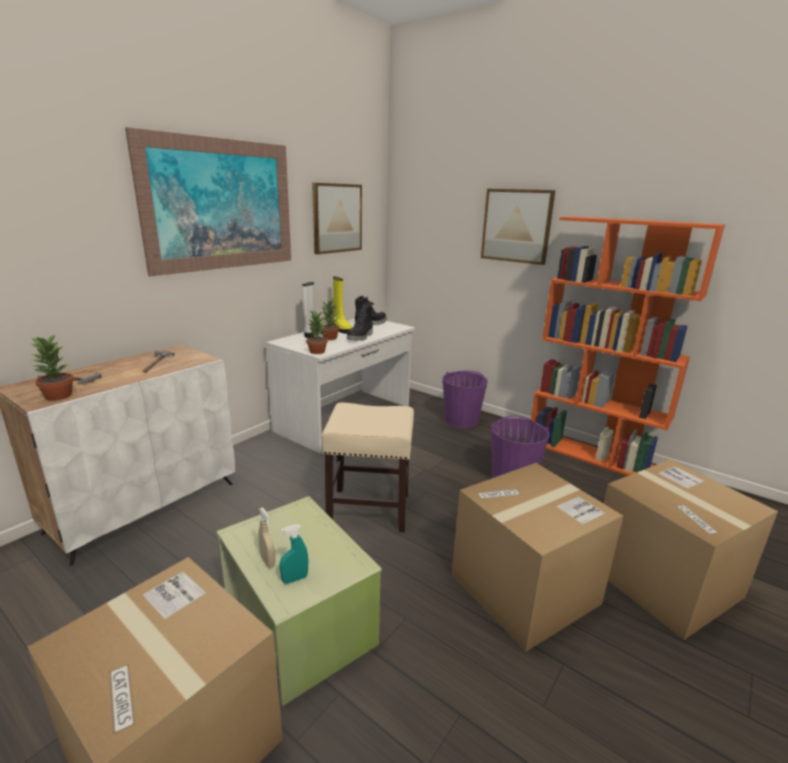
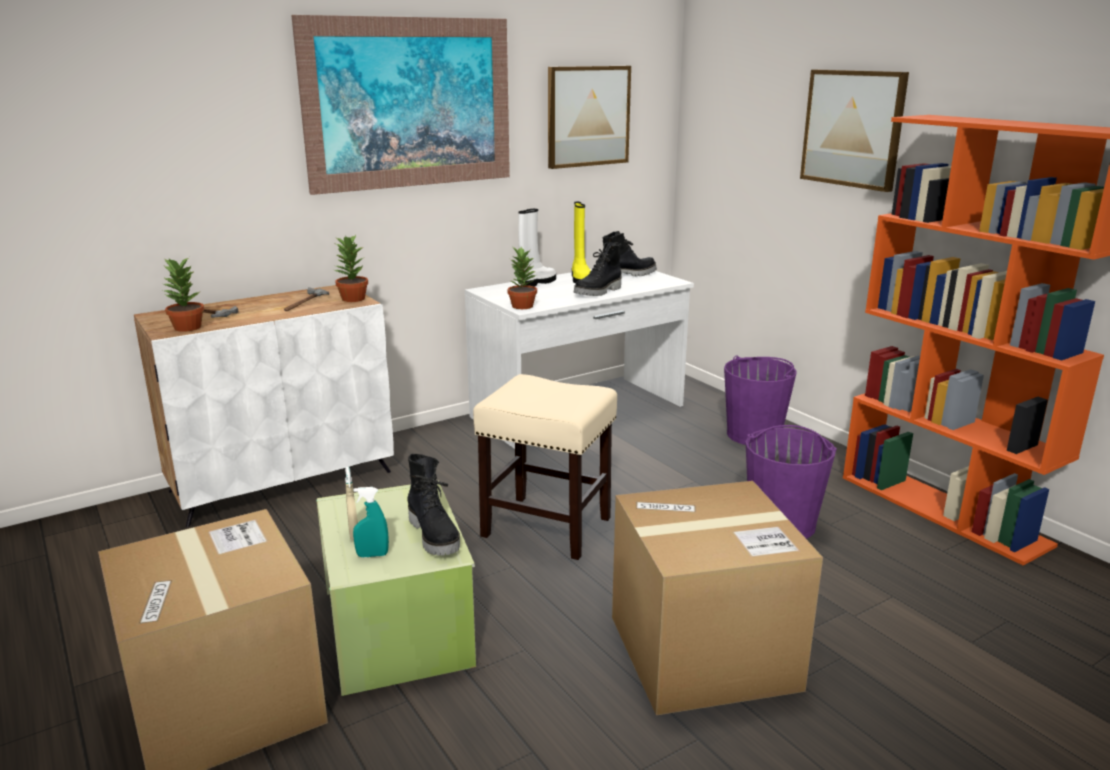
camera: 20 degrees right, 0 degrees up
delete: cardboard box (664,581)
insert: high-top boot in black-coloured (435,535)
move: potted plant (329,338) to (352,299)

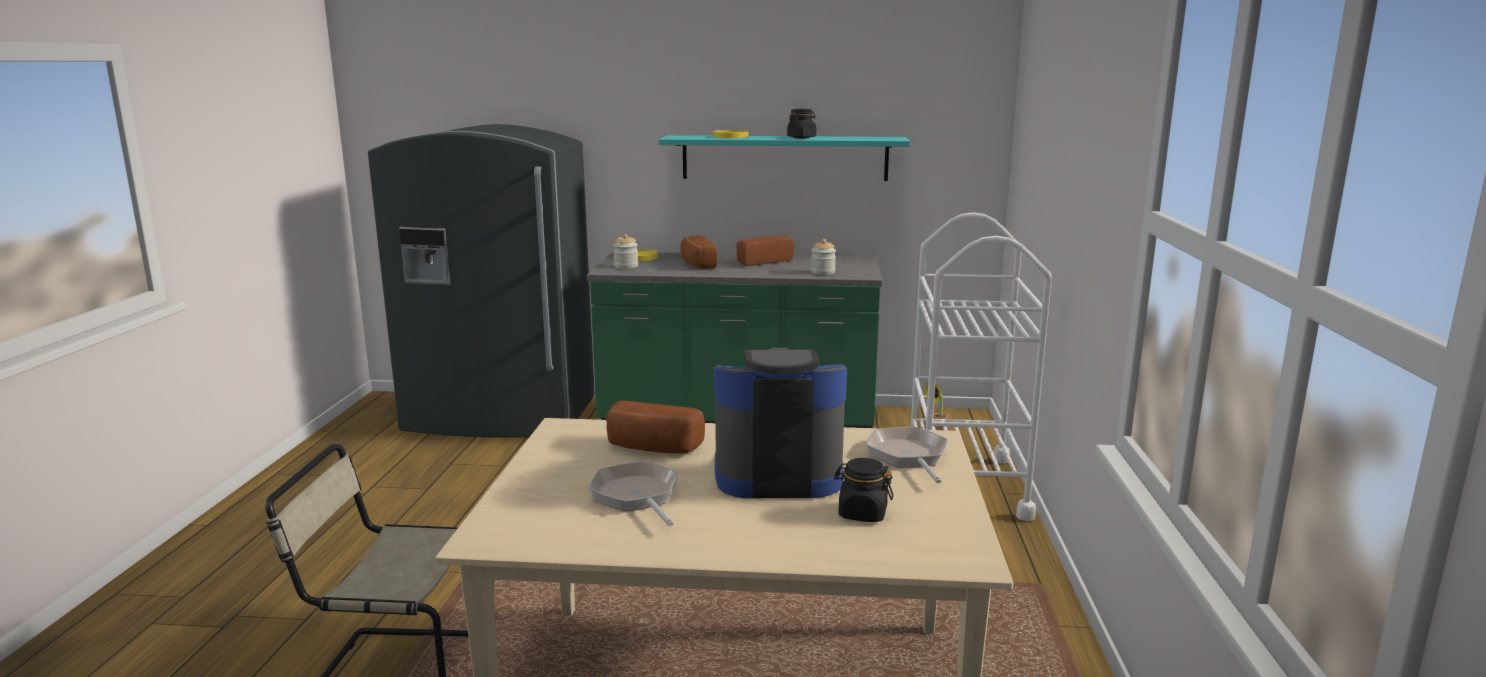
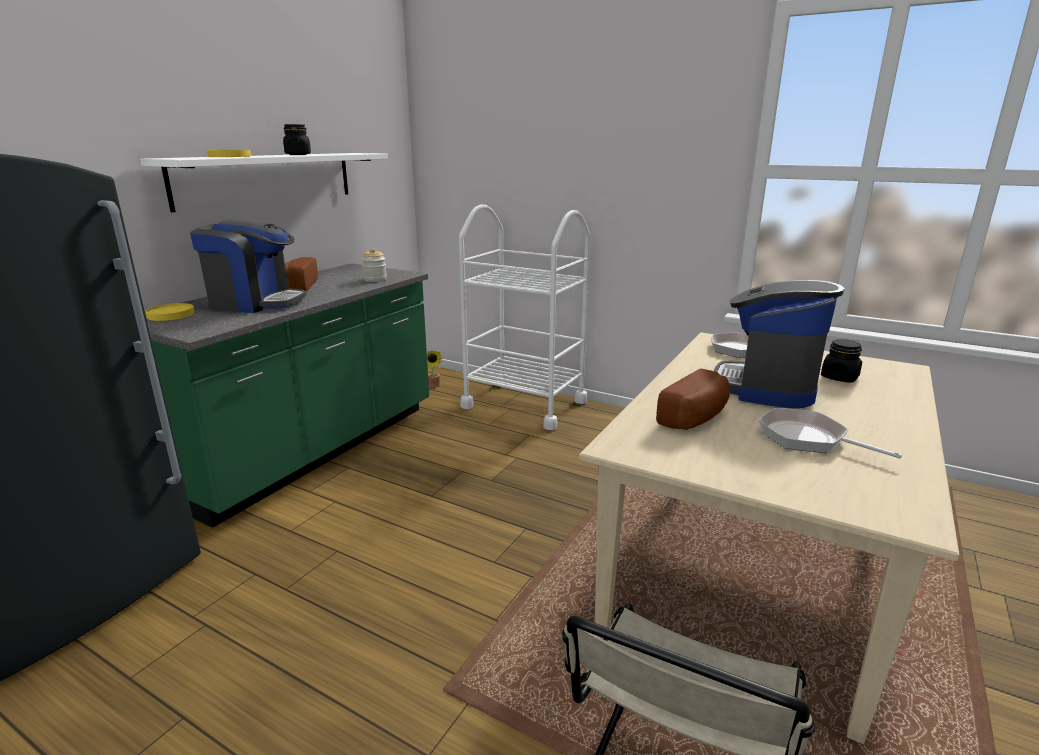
camera: 65 degrees left, 5 degrees up
delete: storage jar (626,266)
replace: bread (696,264) to coffee machine (255,303)
recolor: shelf in turquoise (784,158) to shelf in whitish (268,179)
rotate: frying pan (637,497) = (807,439) 45 degrees clockwise

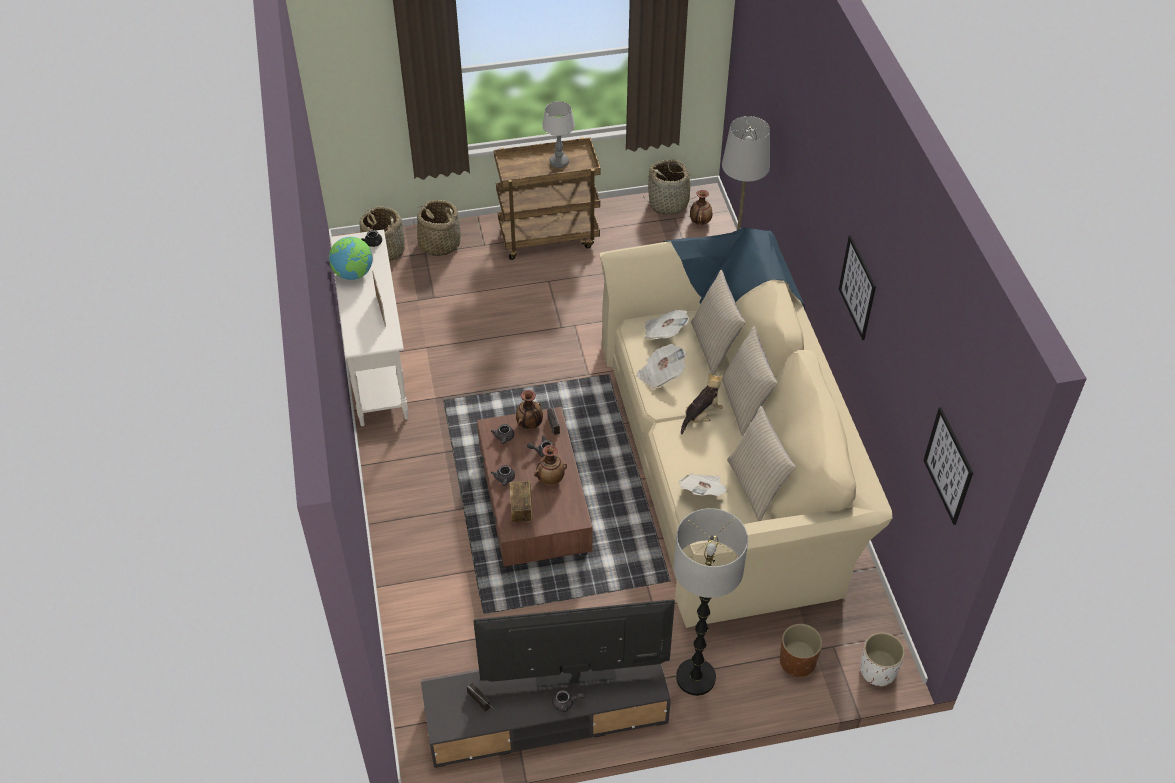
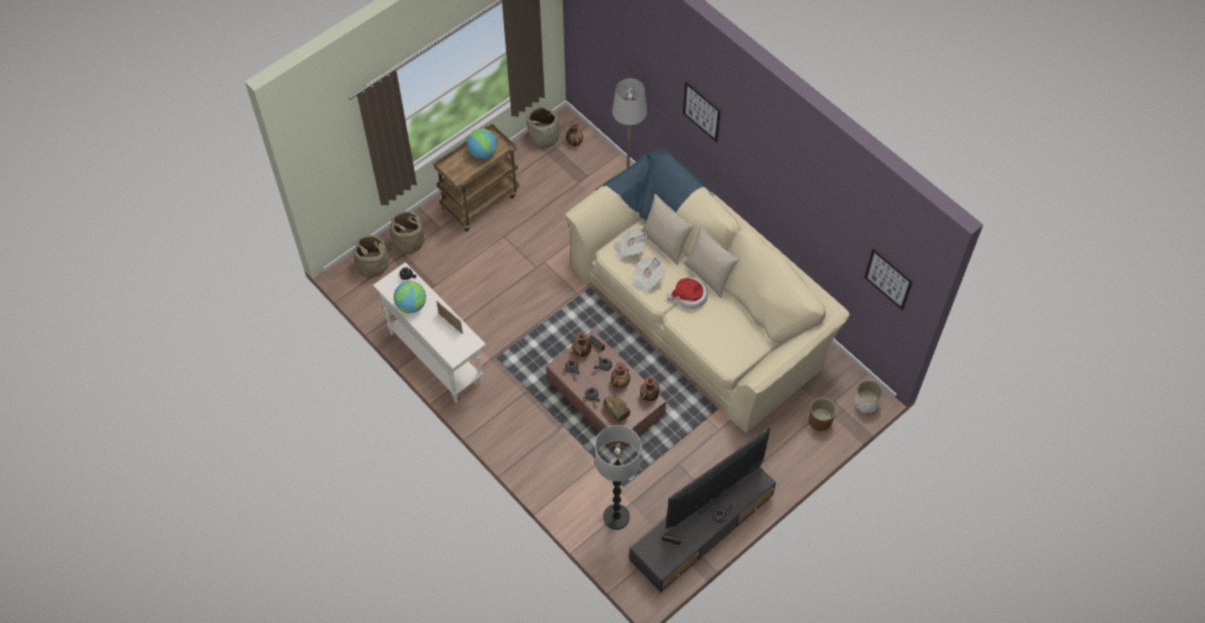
camera: 30 degrees left, 10 degrees up
delete: throw pillow in sand-coloured (756,487); daily paper (703,492)
insert: vase (649,396)
move: wall art (857,287) to (701,111); standing lamp (696,678) to (616,517)
replace: lamp for a table (559,162) to desk globe (483,152); plush toy (701,416) to wearable hat (689,296)

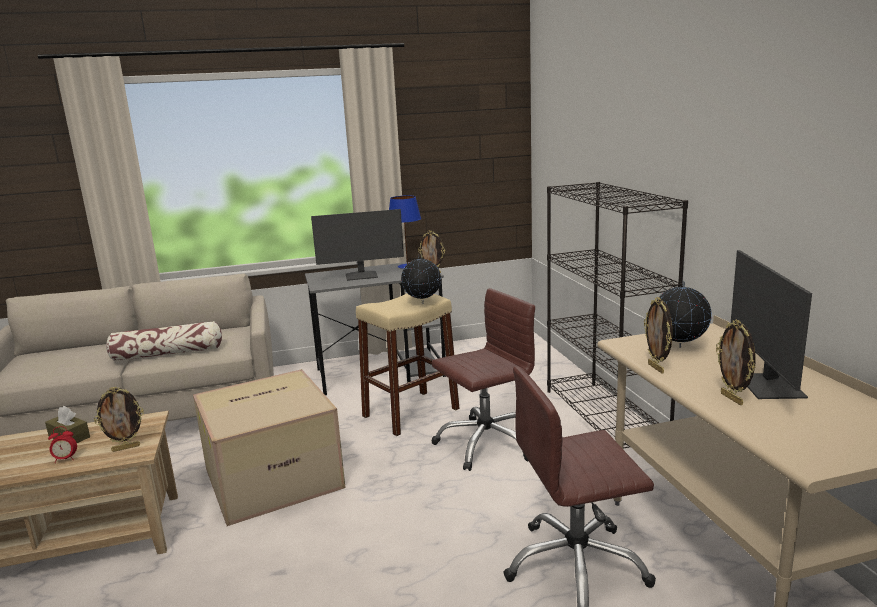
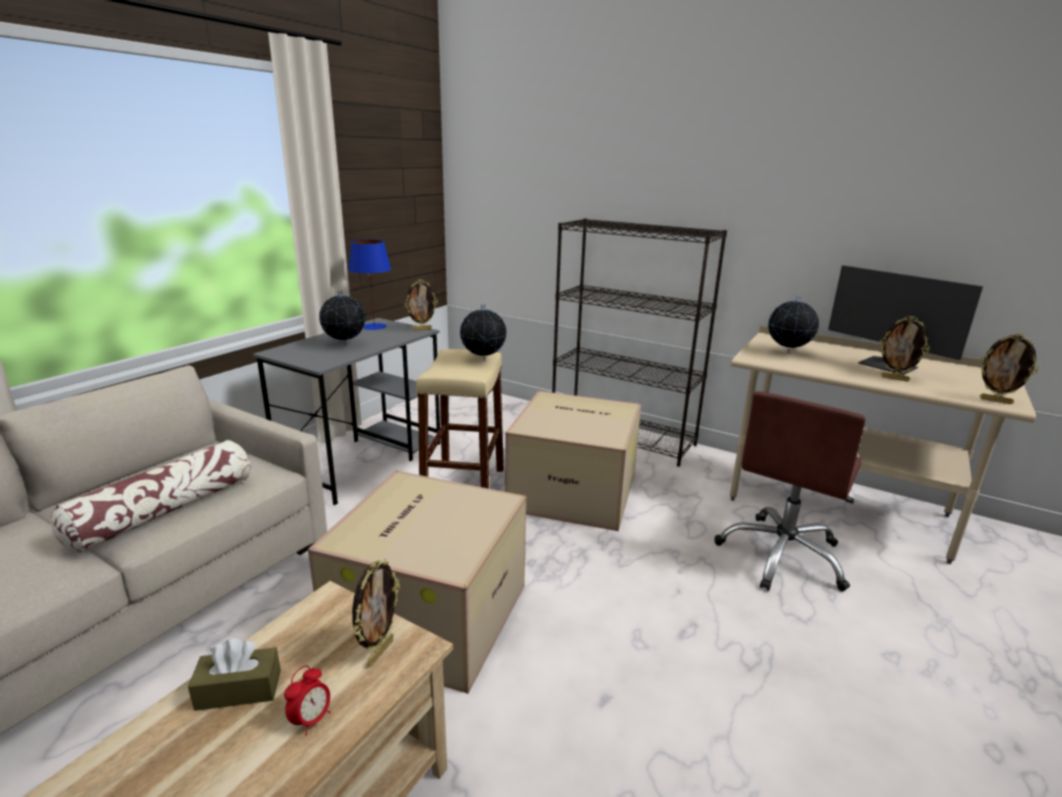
camera: 45 degrees left, 5 degrees up
move: picture frame (656,368) to (996,401)
replace: computer display (361,276) to desk globe (345,345); computer chair in brownish (486,443) to cardboard box (575,491)

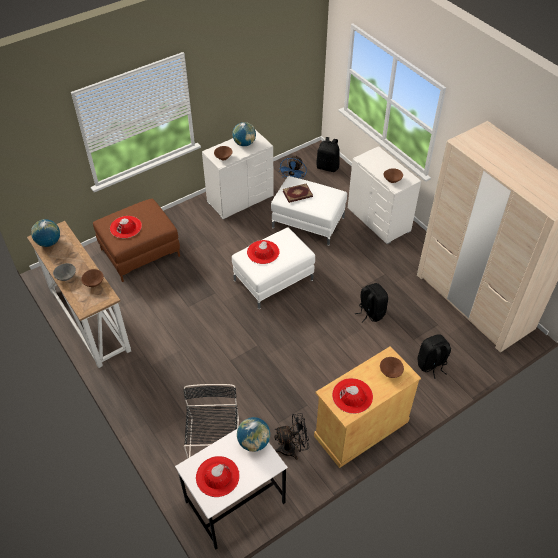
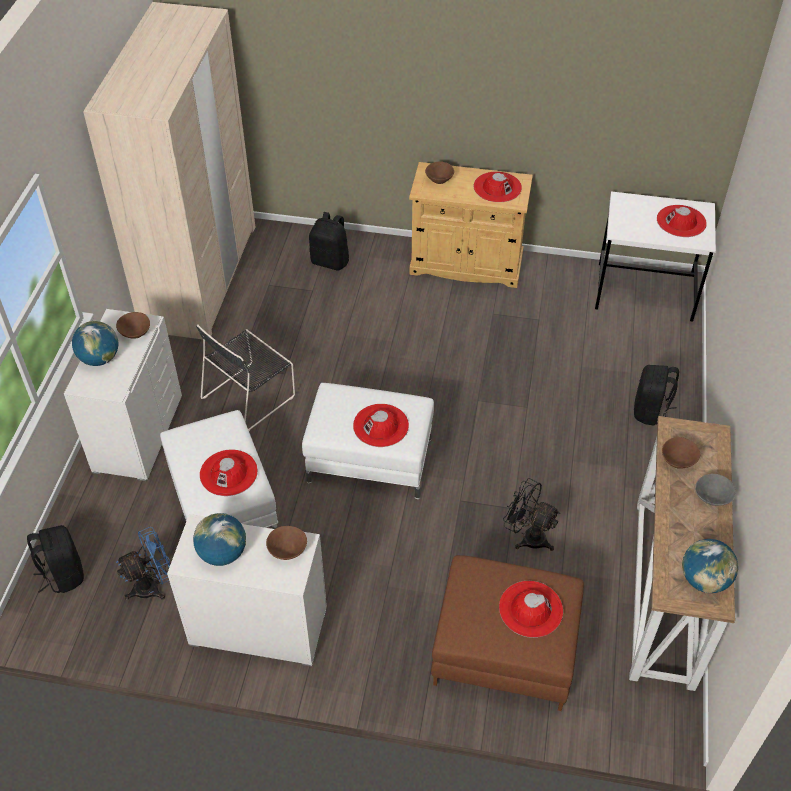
camera: 135 degrees left, 0 degrees up
move: rucksack in black-coloured (370,312) to (650,411); plain chair in black-coloured (214,441) to (250,395); fan in black-coloured (292,448) to (527,536); desk globe (254,442) to (100,359)
replace: volume (297,194) to wearable hat in reddish (228,473)

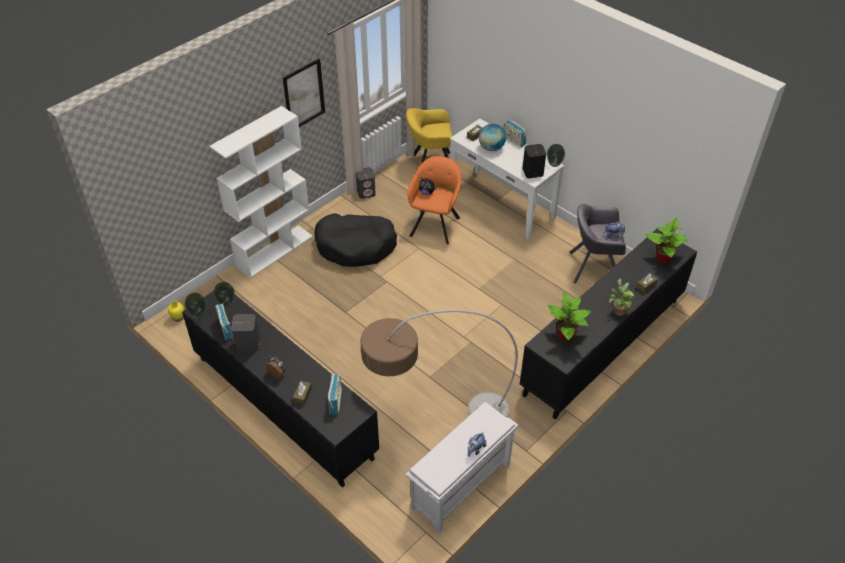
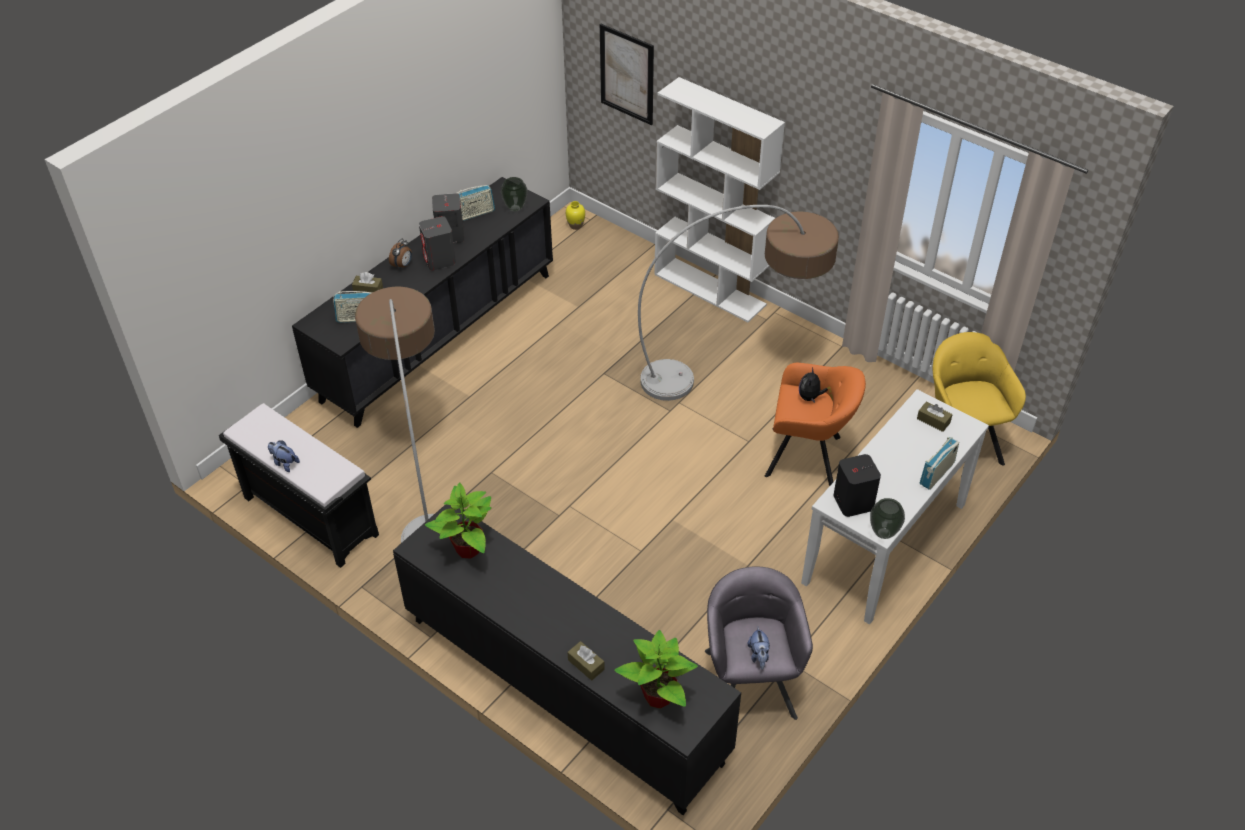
camera: 85 degrees right, 0 degrees up
delete: desk globe (491,148); potted plant (618,310); vase (198,315)
move: wall art (304,95) to (627,74); loudspeaker in gray (366,192) to (439,260)
replace: dog cushion in black-coloured (356,246) to standing lamp (737,370)
recolor: indoor bench in whitish (460,487) to indoor bench in black-coloured (309,516)

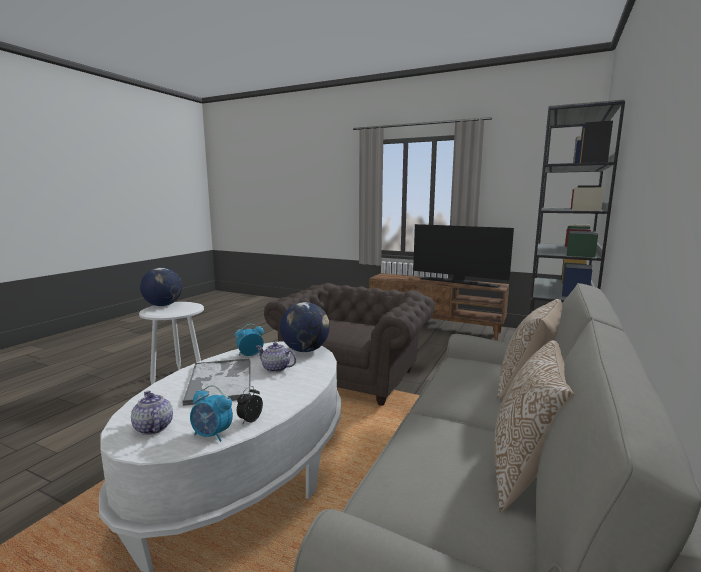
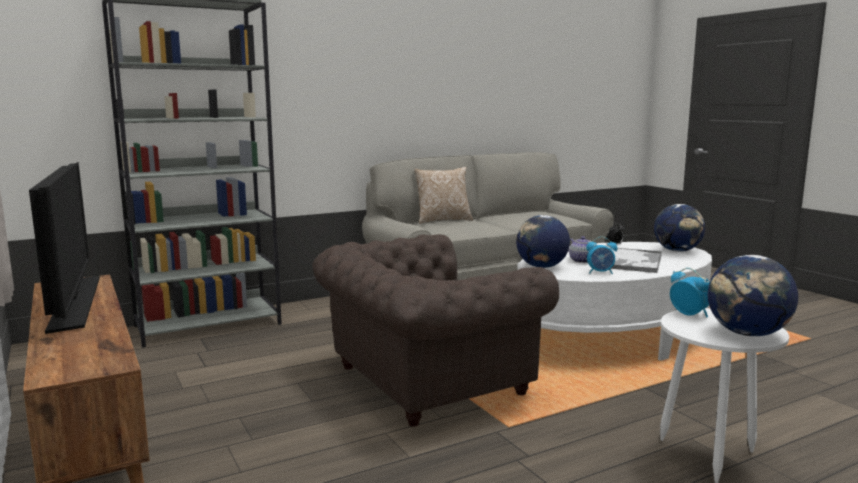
camera: 145 degrees left, 0 degrees up
delete: throw pillow (526,472)
move: alarm clock (212,435) to (689,314)
replace: tea pot (153,427) to desk globe (677,251)

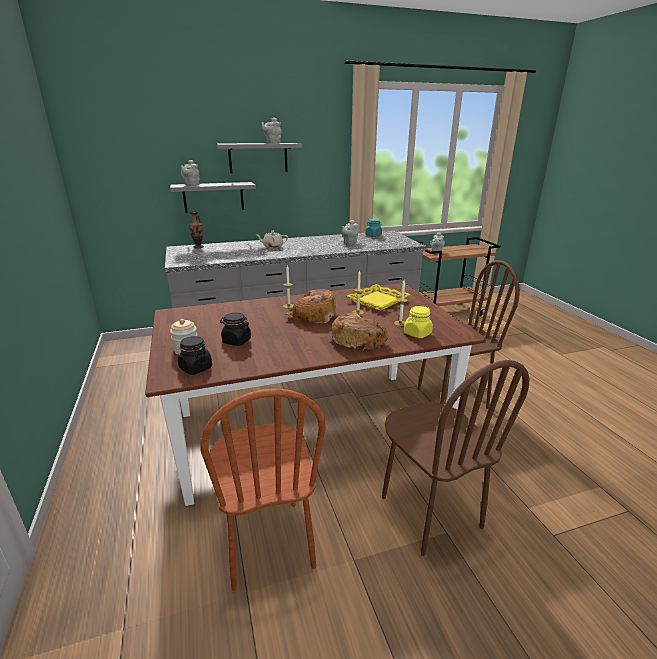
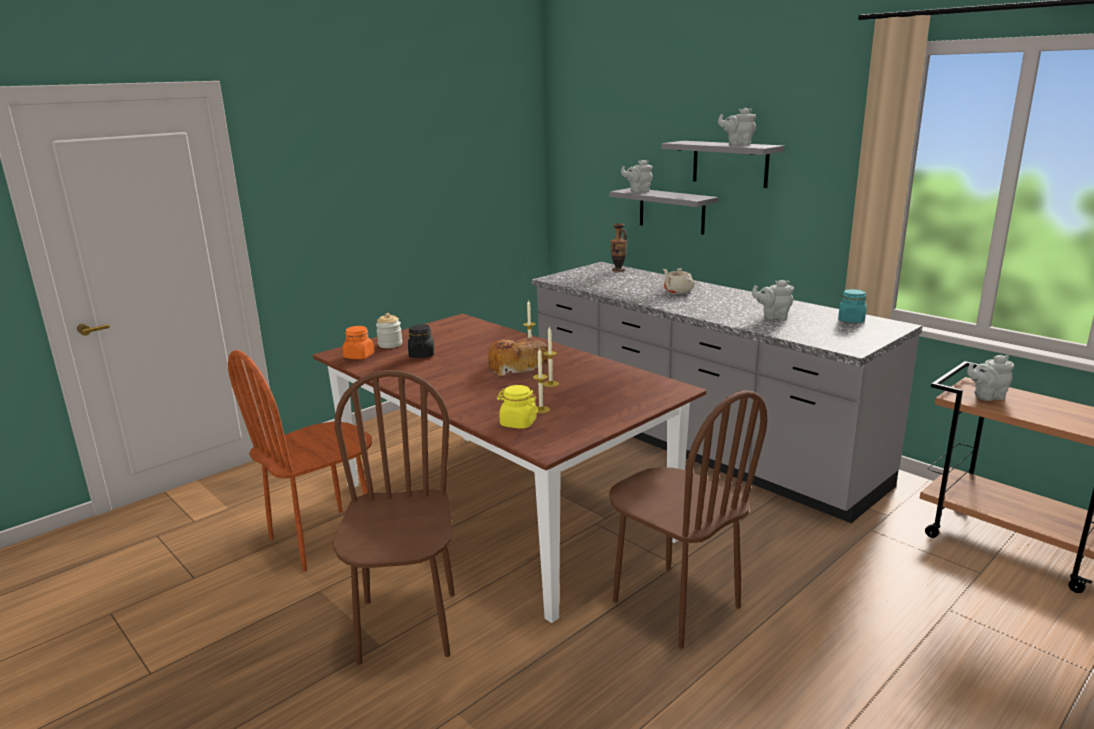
camera: 65 degrees right, 5 degrees down
delete: carrying tray in yellow (378,301); bread (358,340)
recolor: storage jar in black-coloured (195,368) to storage jar in orangey (359,356)
rotate: plain chair in brownish (430,512) = (407,627) 135 degrees clockwise

